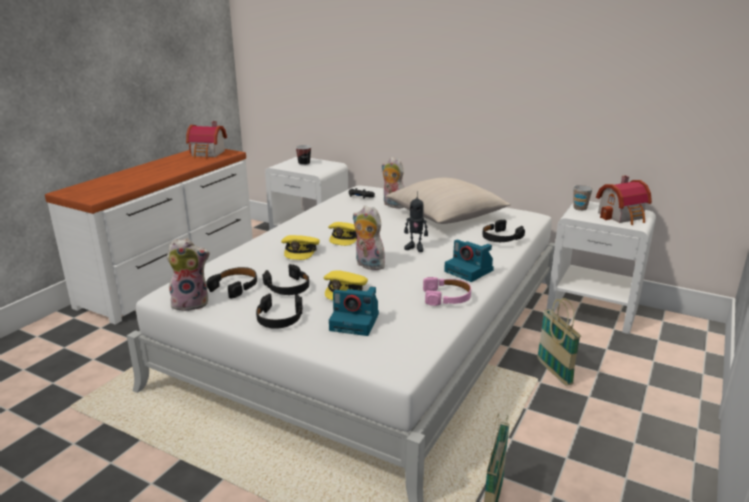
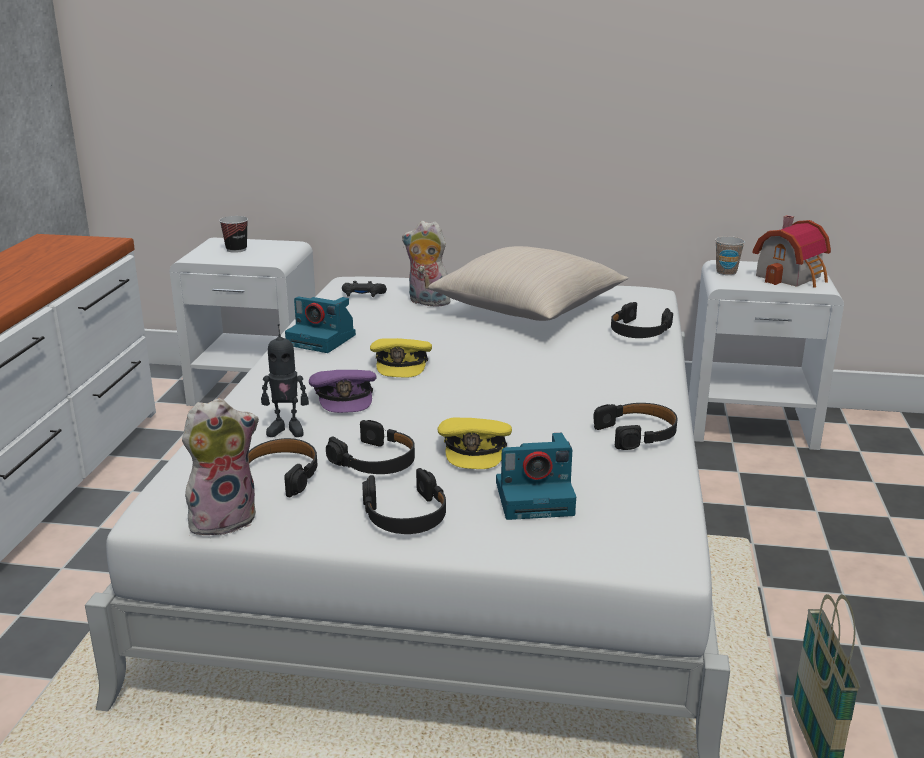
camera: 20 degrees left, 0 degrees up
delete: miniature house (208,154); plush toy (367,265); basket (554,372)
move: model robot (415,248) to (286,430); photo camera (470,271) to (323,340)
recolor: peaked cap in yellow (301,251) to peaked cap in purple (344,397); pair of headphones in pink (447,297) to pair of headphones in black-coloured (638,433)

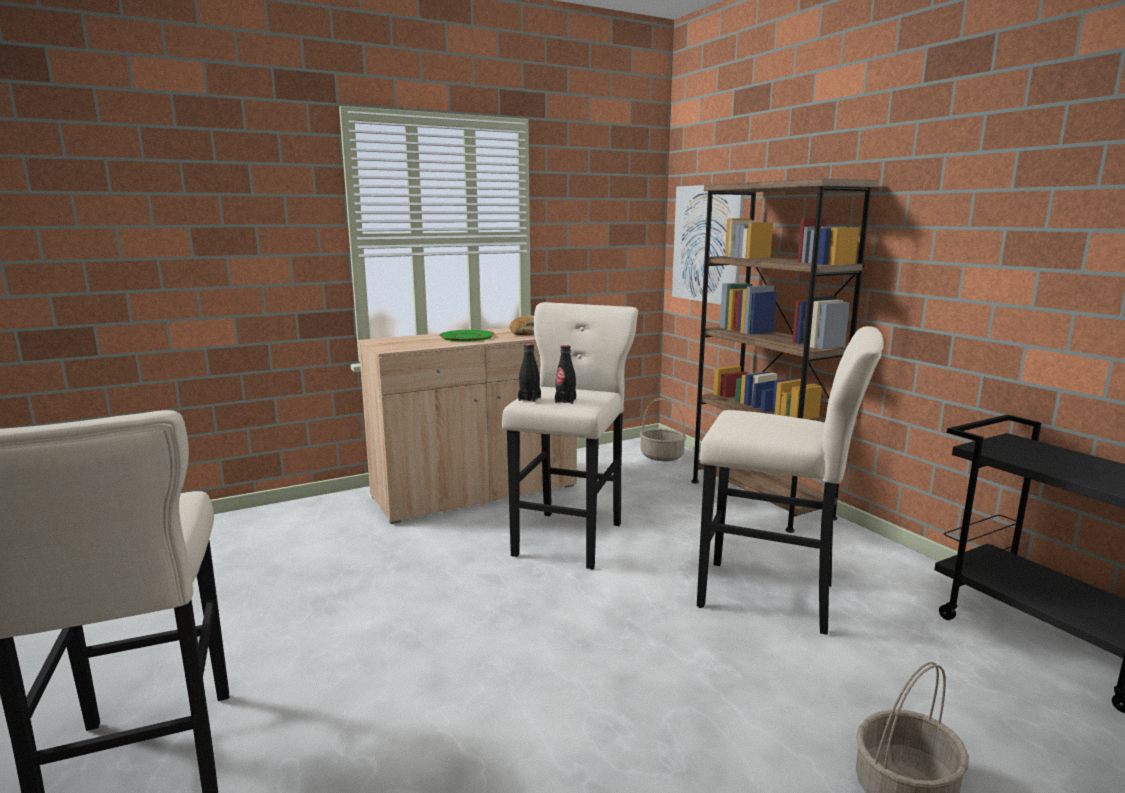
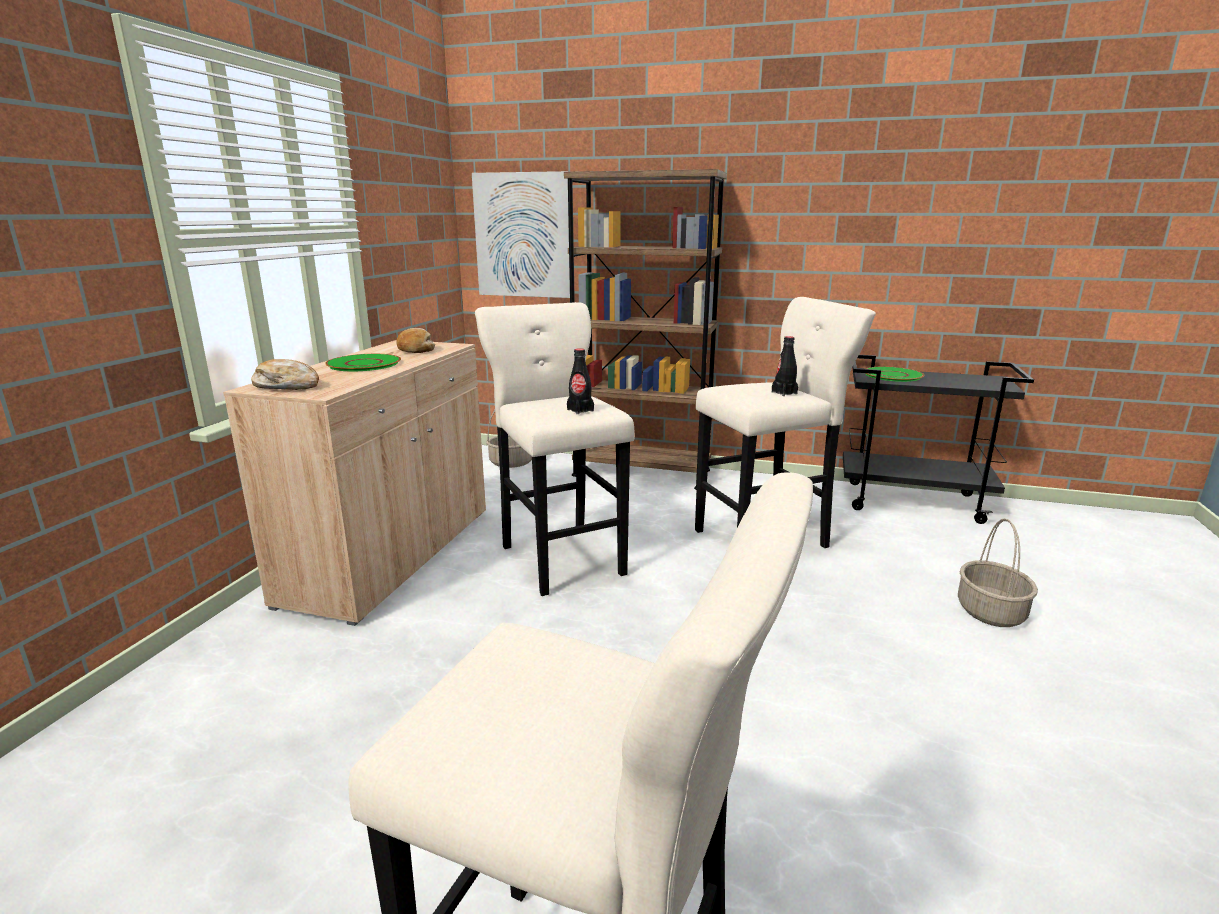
camera: 45 degrees left, 5 degrees up
insert: bread (287,386); dinner plate in green-coloured (892,375)
move: drink bottle in black-coloured (529,399) to (784,393)

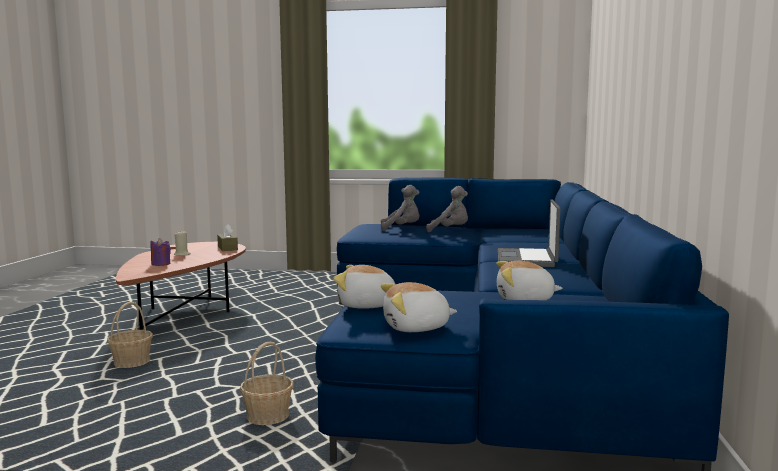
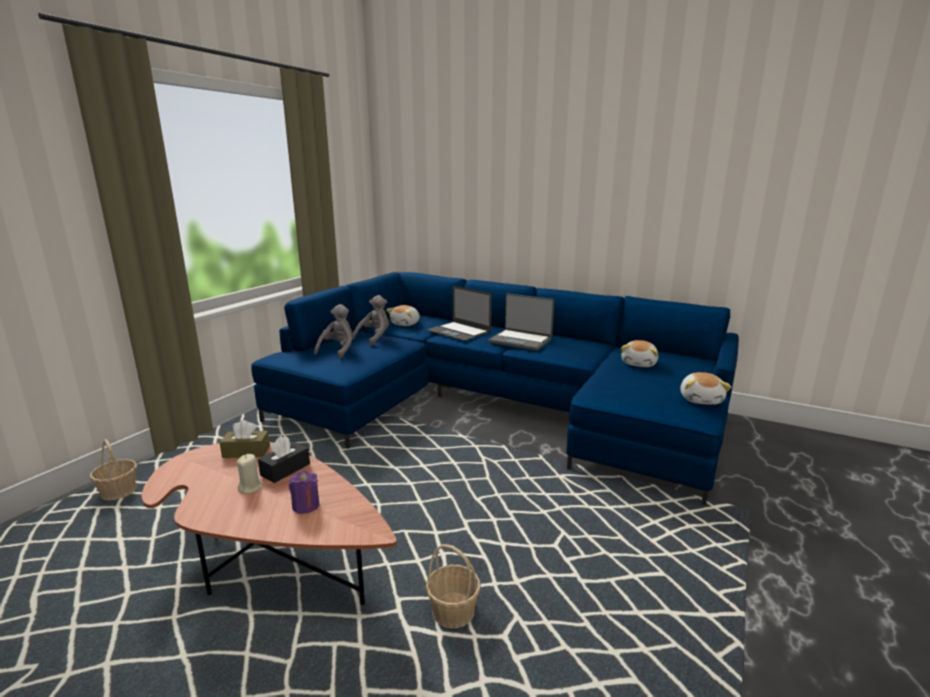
camera: 70 degrees left, 10 degrees up
insert: notebook computer (459,331); tissue box in black-coloured (285,469)
move: plush toy (367,305) to (406,324); basket (268,417) to (119,492)

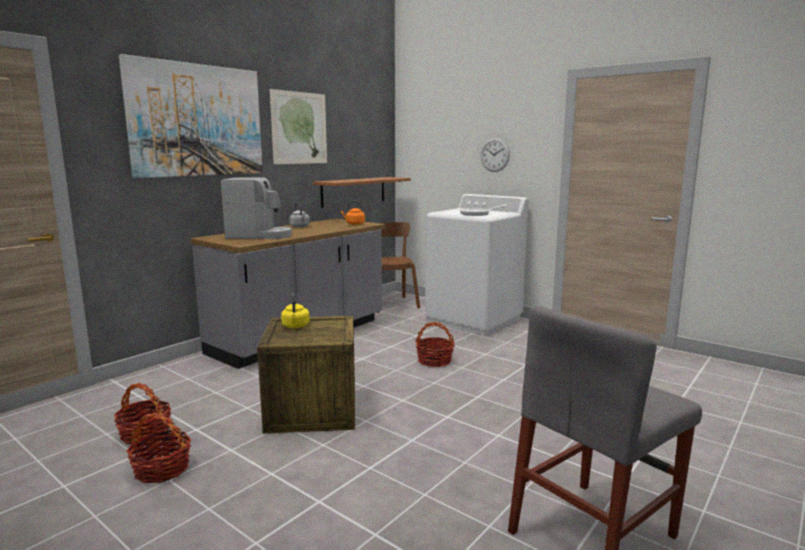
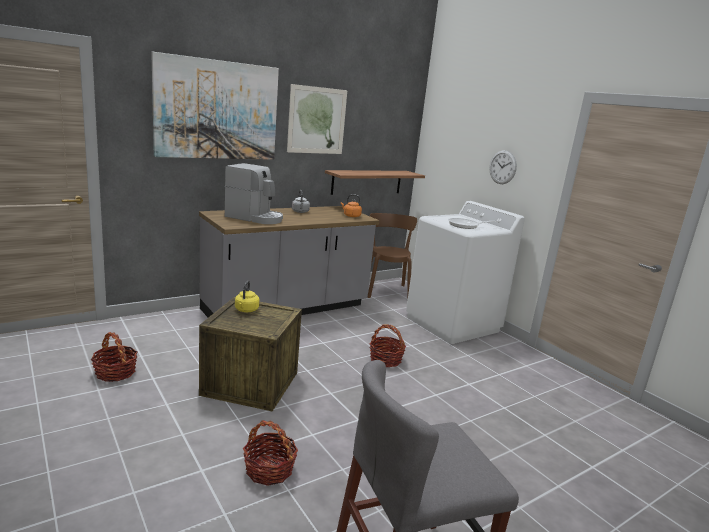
camera: 15 degrees right, 5 degrees up
move: basket (161,469) to (269,469)

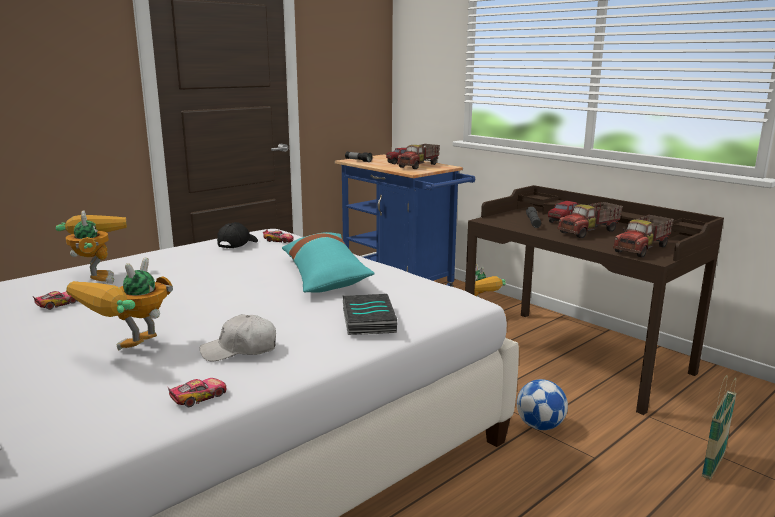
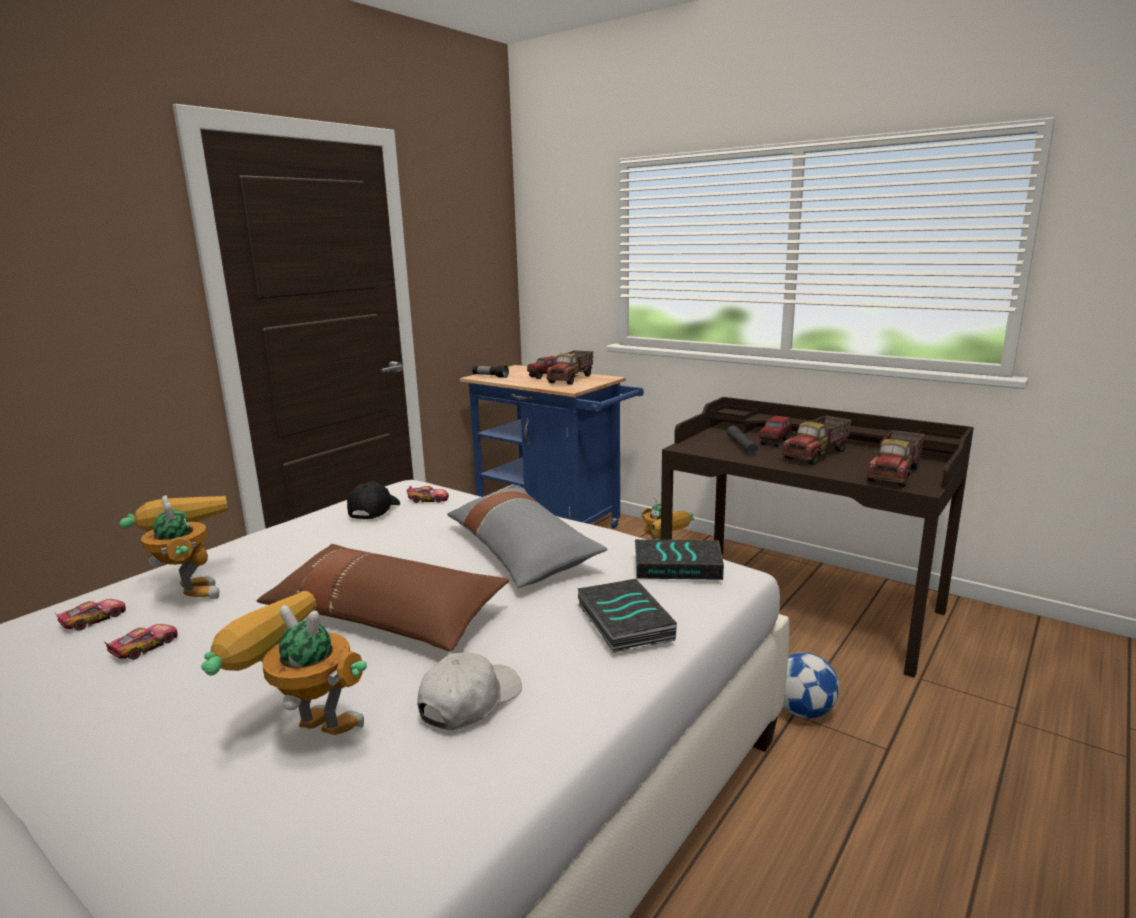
camera: 10 degrees left, 0 degrees up
delete: basket (713,465)
insert: volume (678,565); throw pillow in brownish (385,616)
move: model car (199,397) to (94,619)
recolor: throw pillow in turquoise (324,276) to throw pillow in gray (521,552)
rotate: model robot (131,353) = (302,732) 90 degrees clockwise; peaked cap in whitish (240,350) = (469,702) 150 degrees clockwise

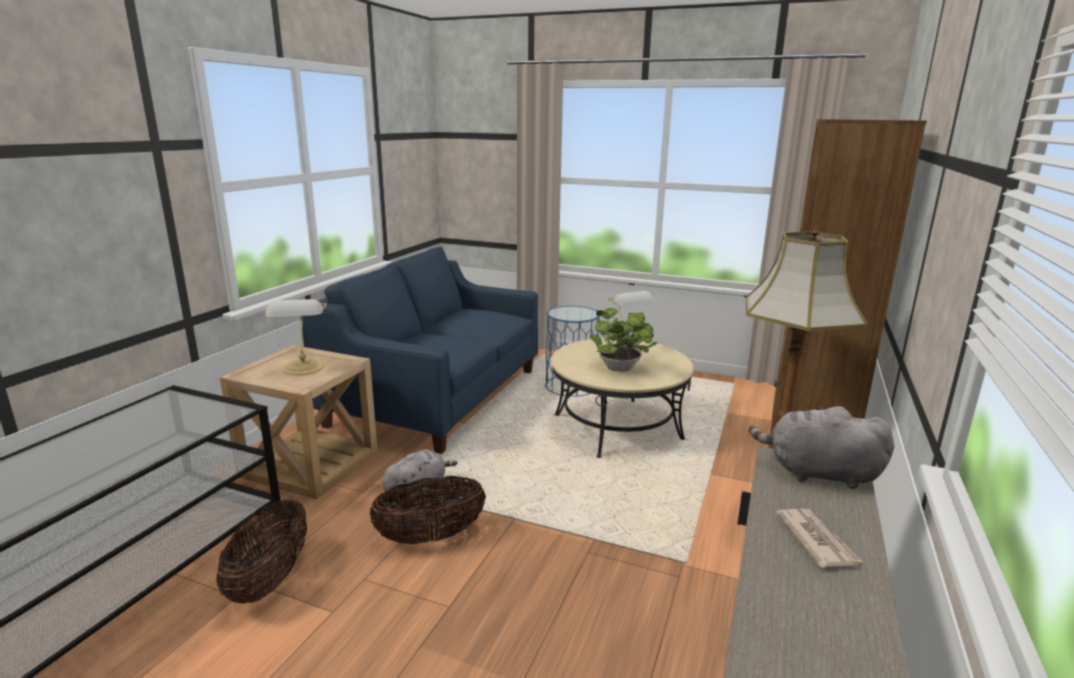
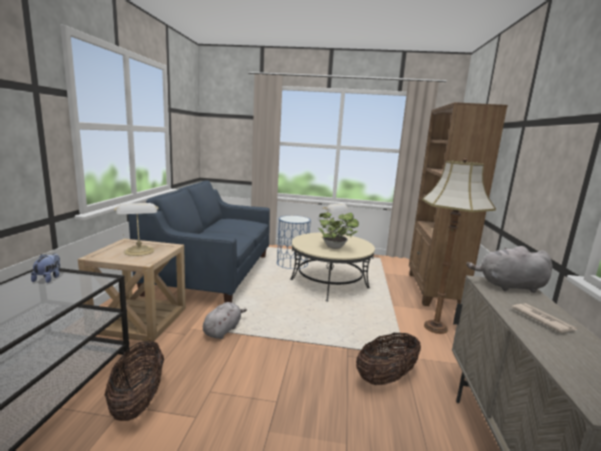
camera: 15 degrees left, 5 degrees down
insert: plush toy (48,278)
move: basket (430,536) to (386,377)

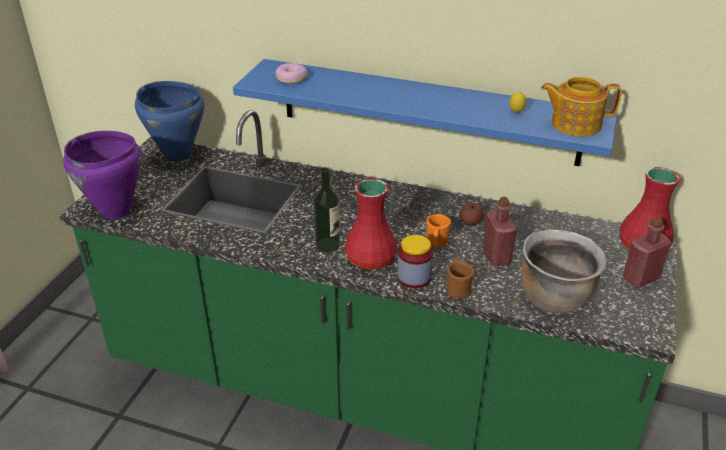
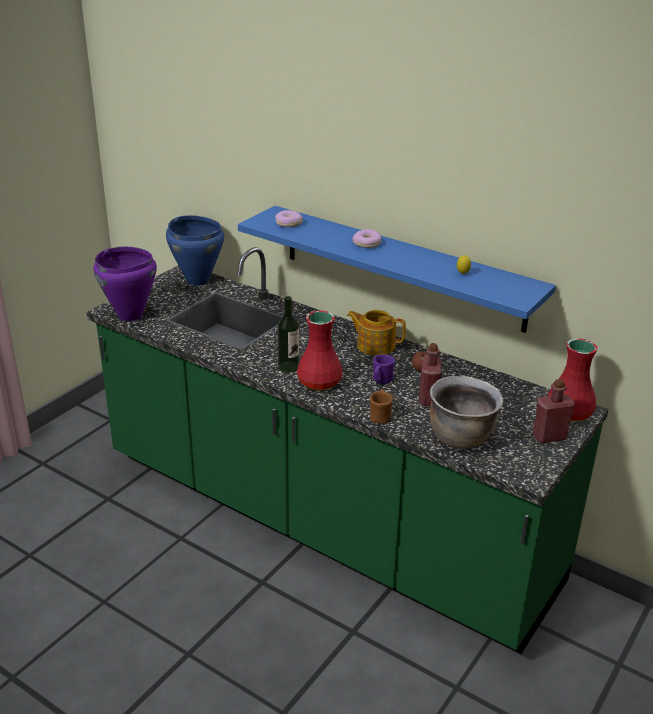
camera: 15 degrees right, 5 degrees down
delete: storage jar (414,277)
insert: ring doughnut (367,243)
move: tea pot (574,124) to (375,345)
recolor: coffee mug in orangey (436,244) to coffee mug in purple (381,381)

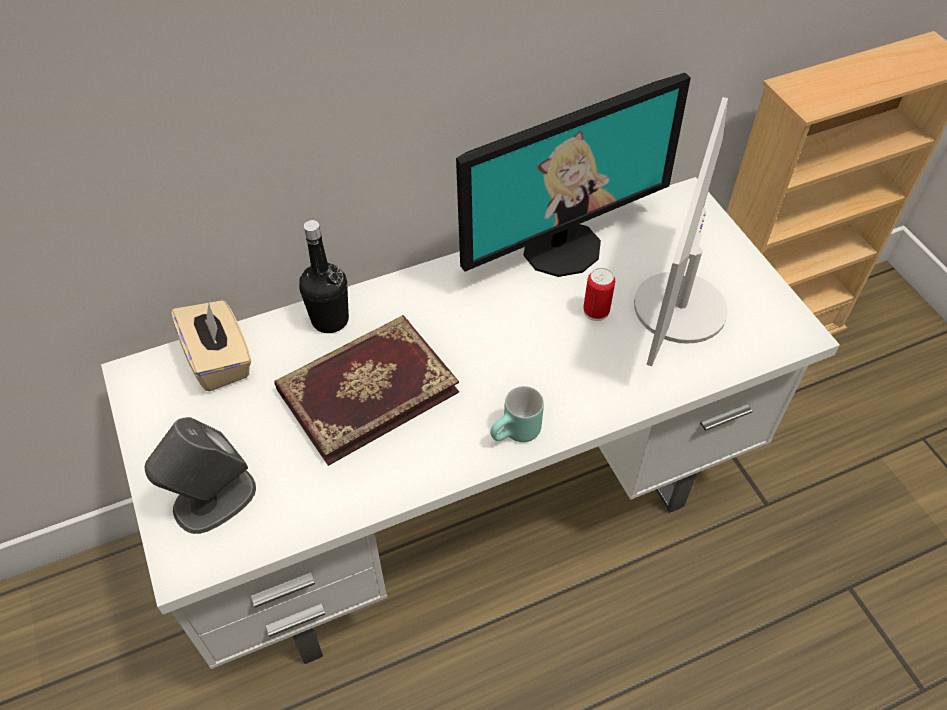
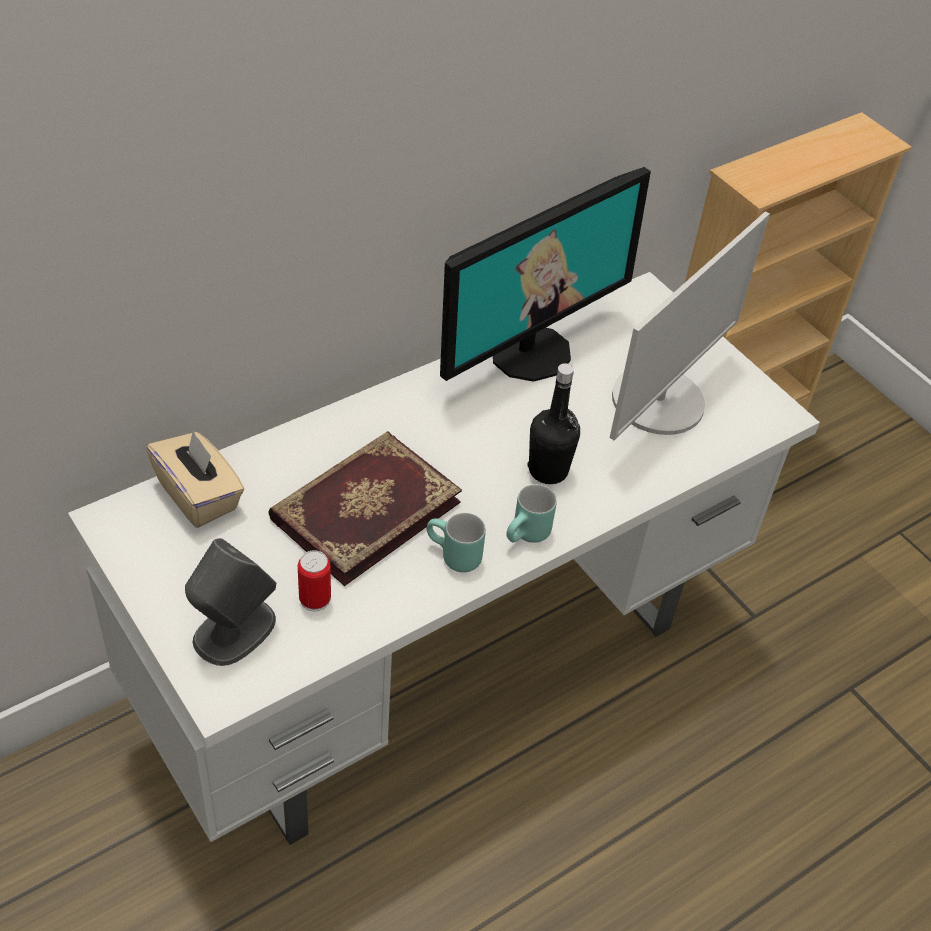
camera: 15 degrees left, 5 degrees down
insert: coffee mug in turquoise (452,557)
move: drink bottle in black-coloured (330,320) to (548,470); can (596,311) to (315,599)
rotate: computer display (678,308) = (659,401) 150 degrees counterclockwise

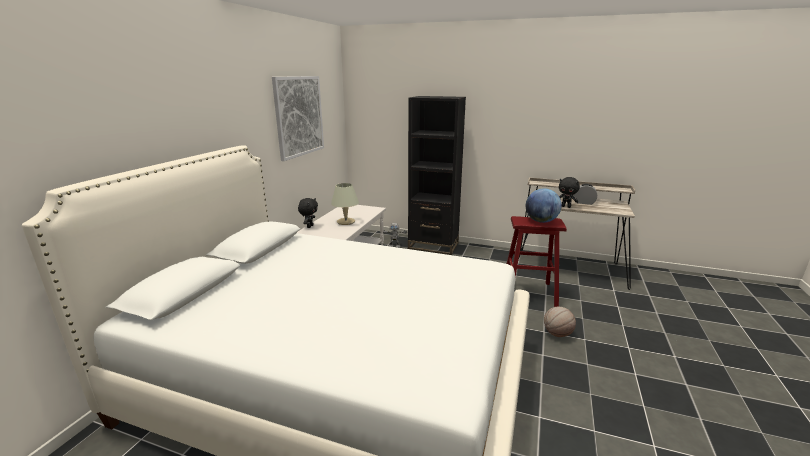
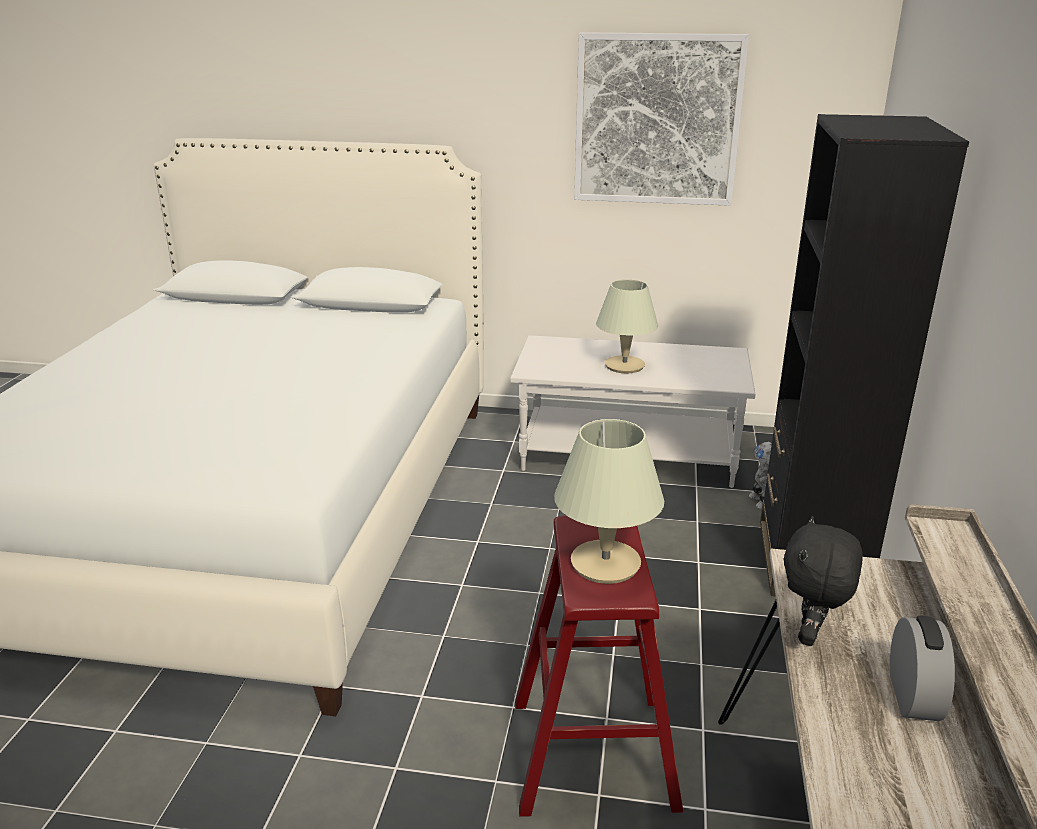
camera: 80 degrees right, 5 degrees up
delete: plush toy in black-coloured (309,226); ball for basketball (557,334)
replace: desk globe (541,221) to lamp for a table in sand-coloured (604,563)

